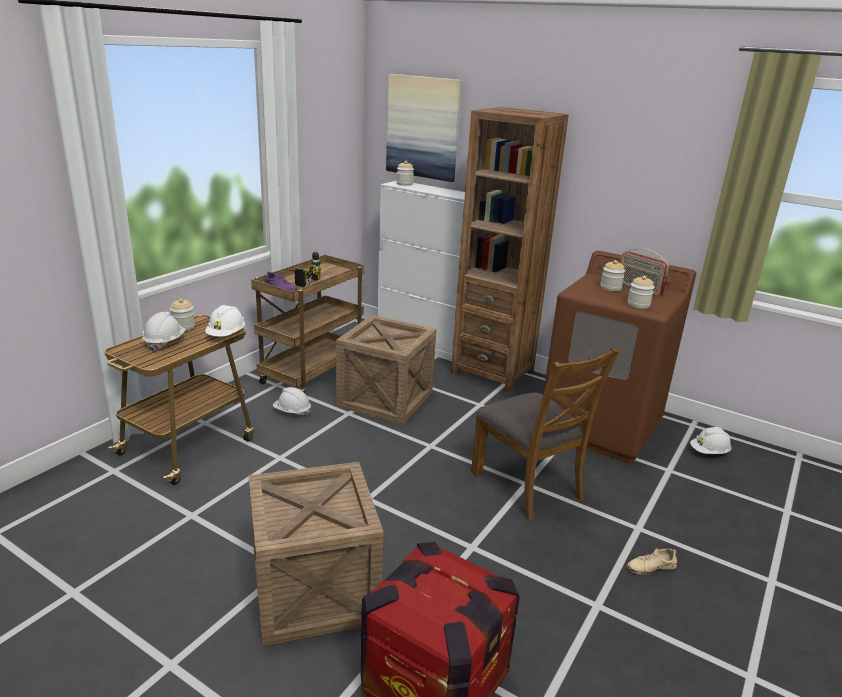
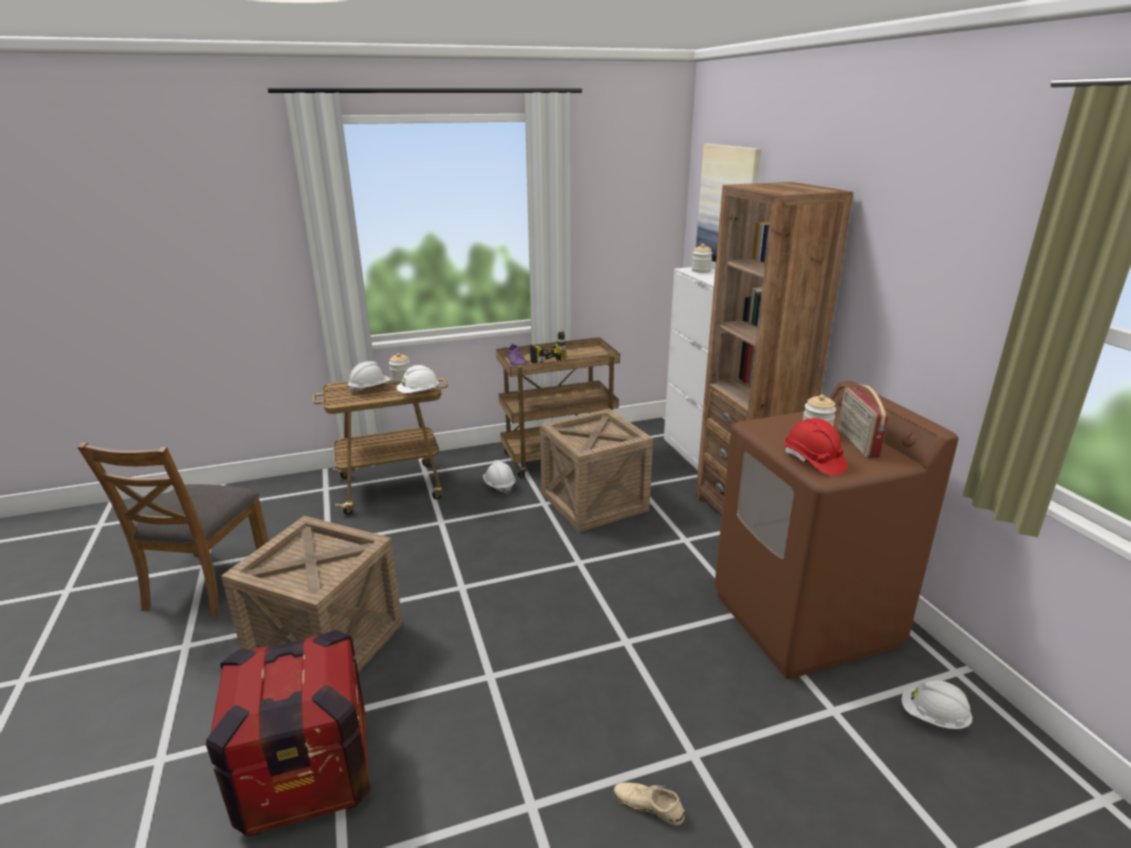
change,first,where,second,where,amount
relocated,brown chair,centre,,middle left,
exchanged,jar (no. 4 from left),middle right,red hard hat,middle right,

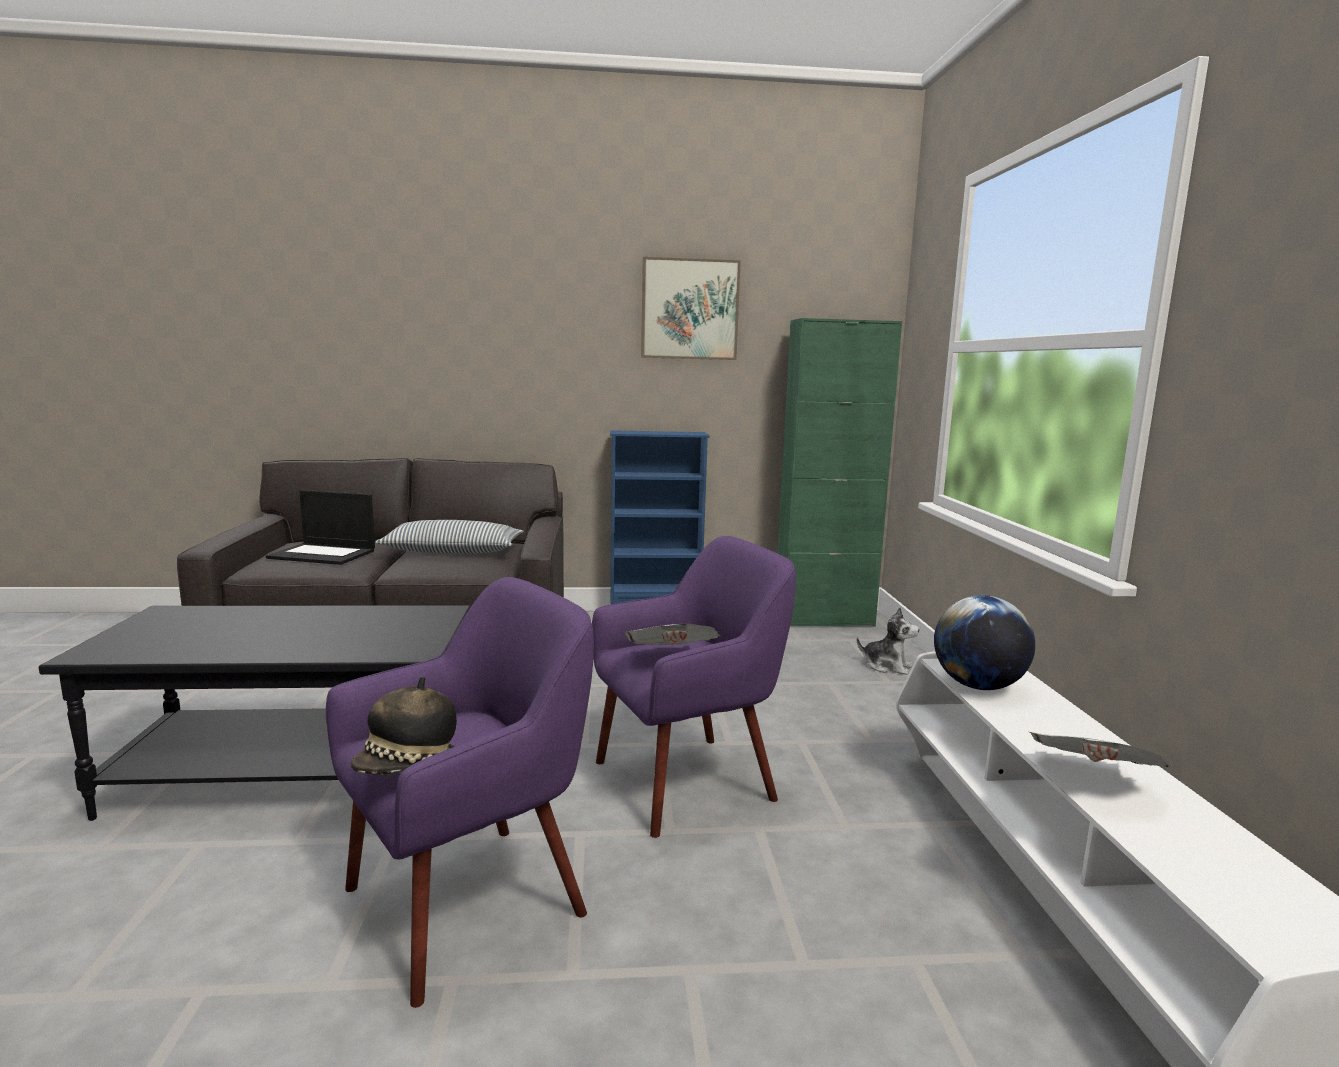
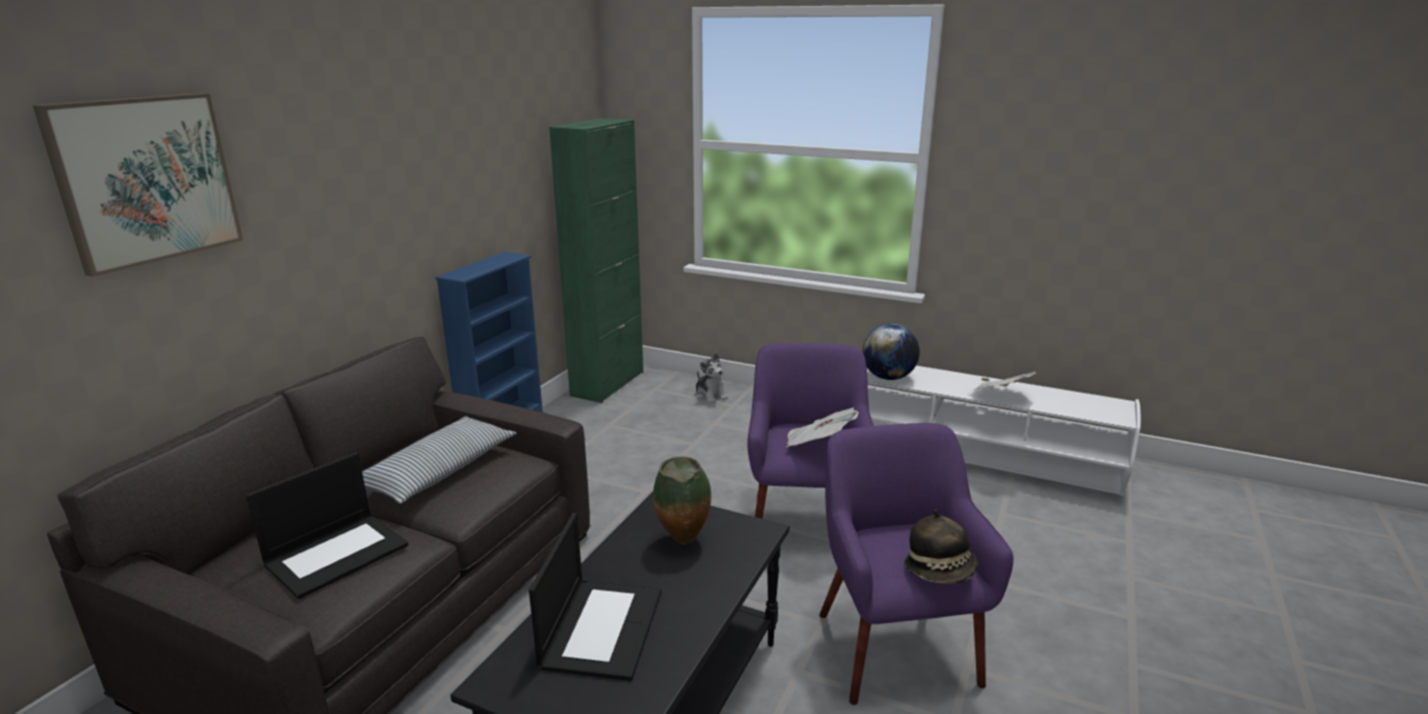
change,first,where,second,where,amount
relocated,picture,top centre,,top left,
appeared,,,laptop (no. 2 from left),bottom centre,
appeared,,,vase,bottom centre,
spun,plush toy,centre,,centre,90 degrees clockwise

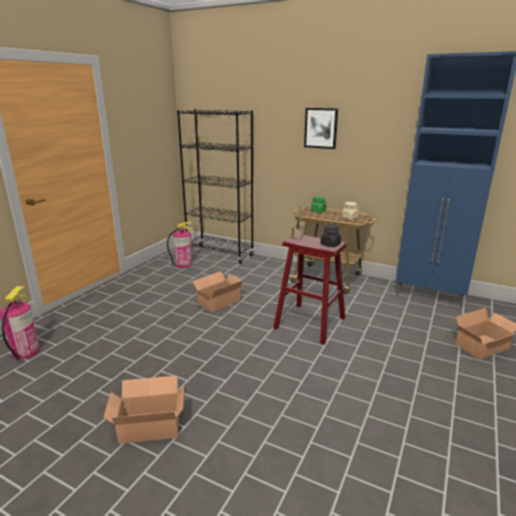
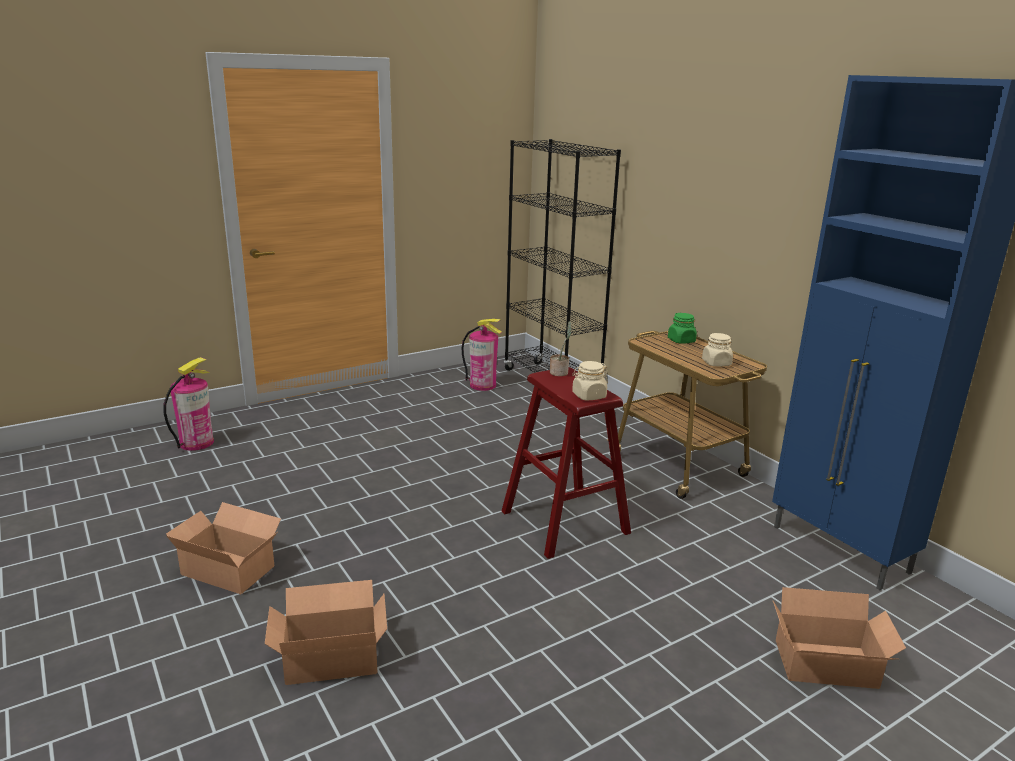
change,first,where,second,where,amount
relocated,cardboard box (no. 2 from left),centre,,bottom left,
colour,black jar,centre,beige jar (no. 1 from left),centre,
missing,picture,top centre,,,

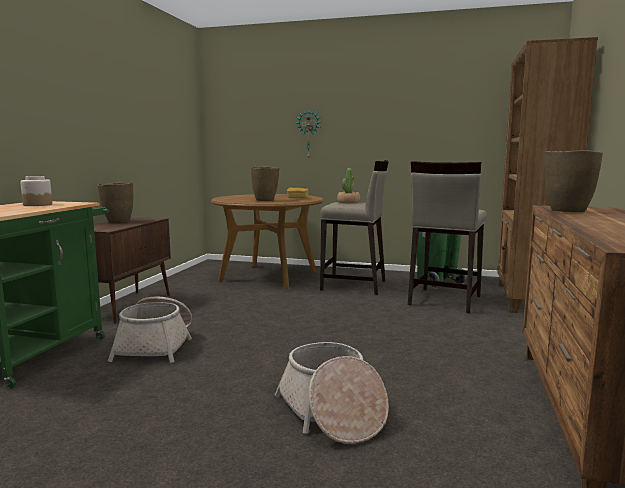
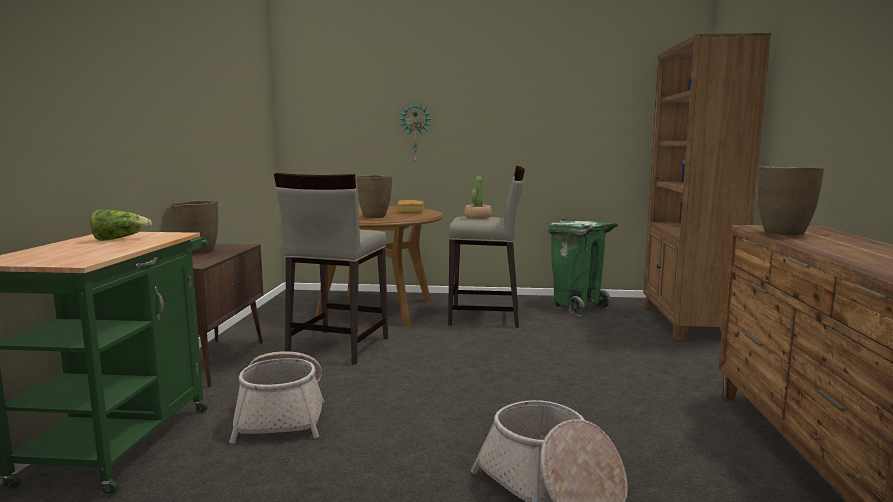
change,first,where,second,where,amount
exchanged,jar,middle left,lettuce,middle left,
relocated,beige stool (no. 2 from left in the first image),middle right,beige stool (no. 1 from left),centre,

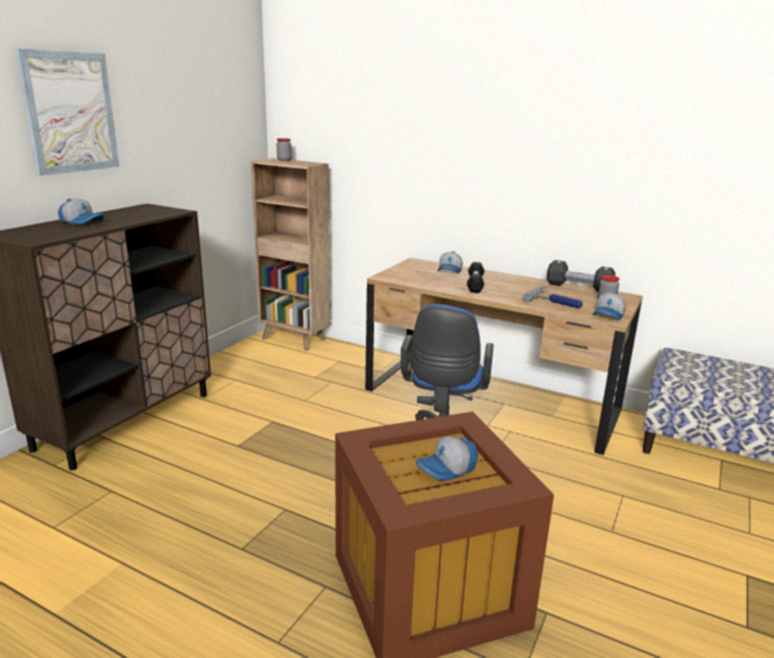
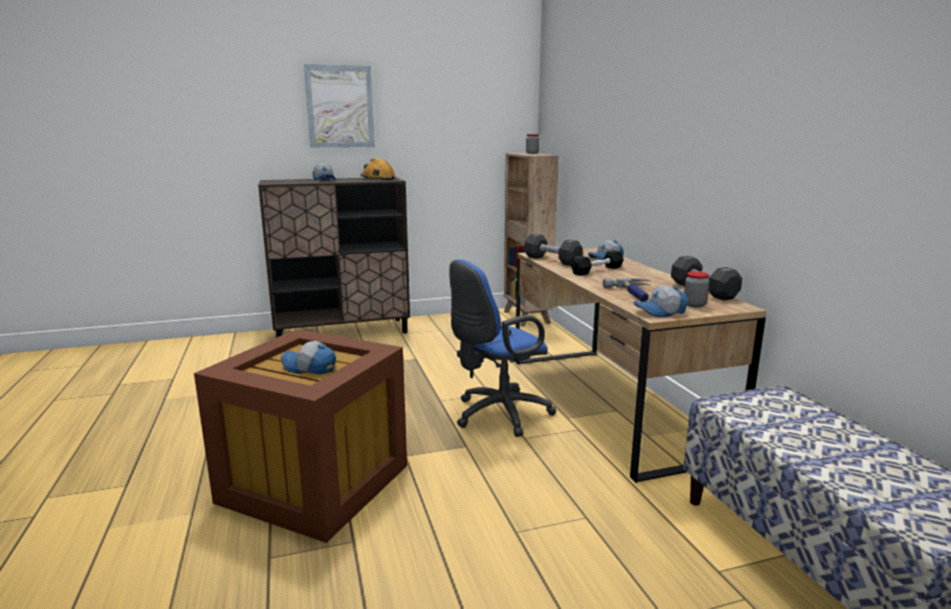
change,first,where,second,where,amount
appeared,,,orange hard hat,top centre,
appeared,,,black dumbbell (no. 1 from left),centre,

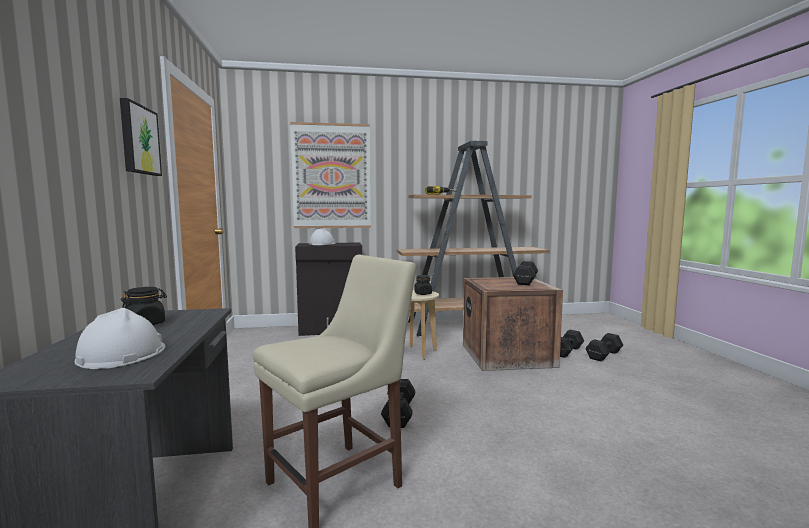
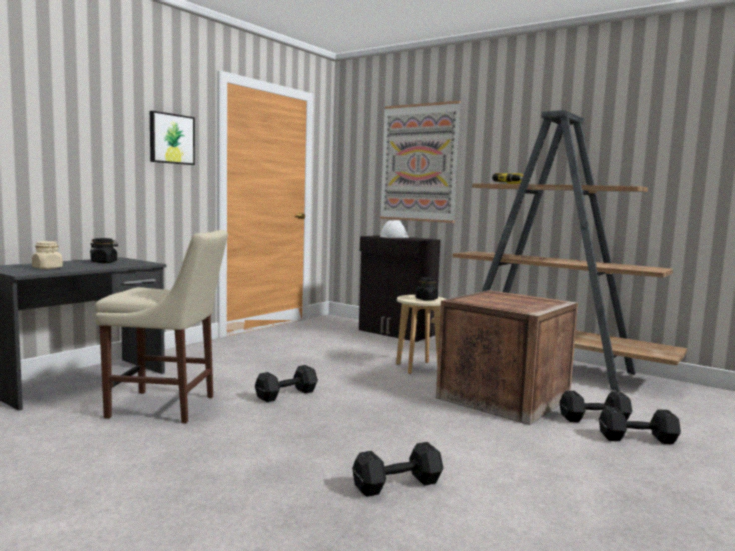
change,first,where,second,where,amount
exchanged,white hard hat (no. 1 from left),middle left,beige jar,middle left,
relocated,black dumbbell (no. 2 from left),centre,,bottom centre,

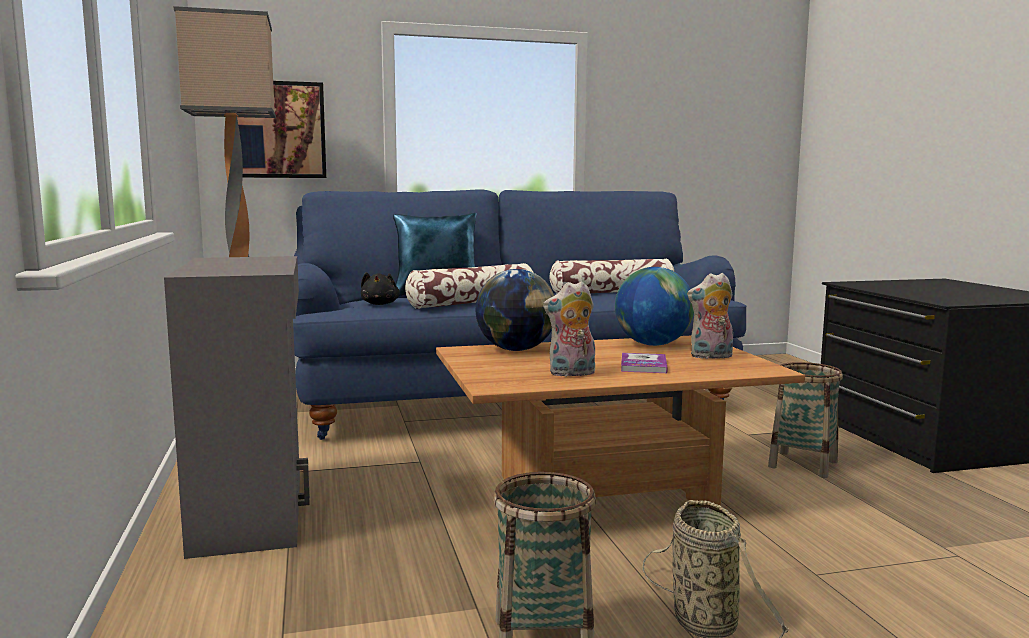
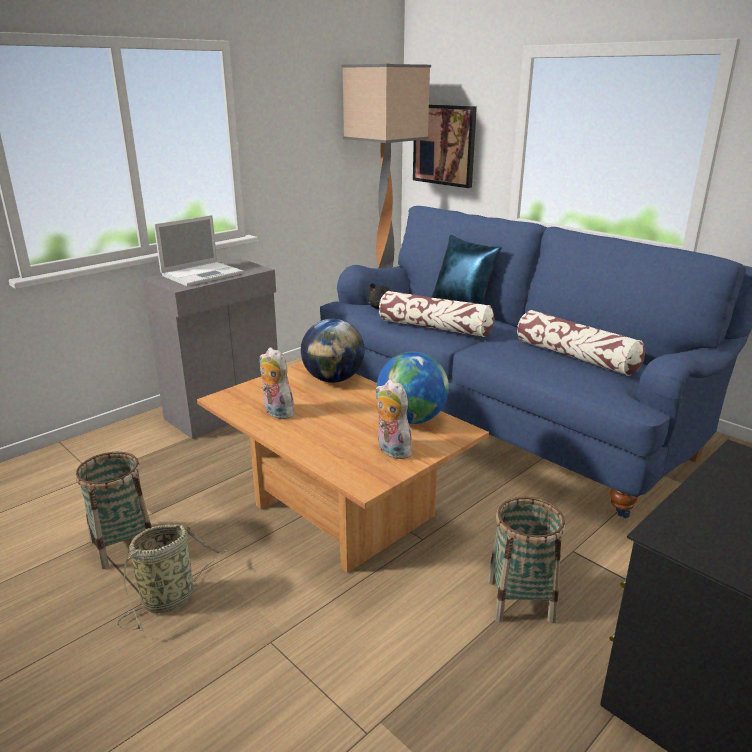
change,first,where,second,where,amount
appeared,,,laptop,top left,
missing,book,centre,,,

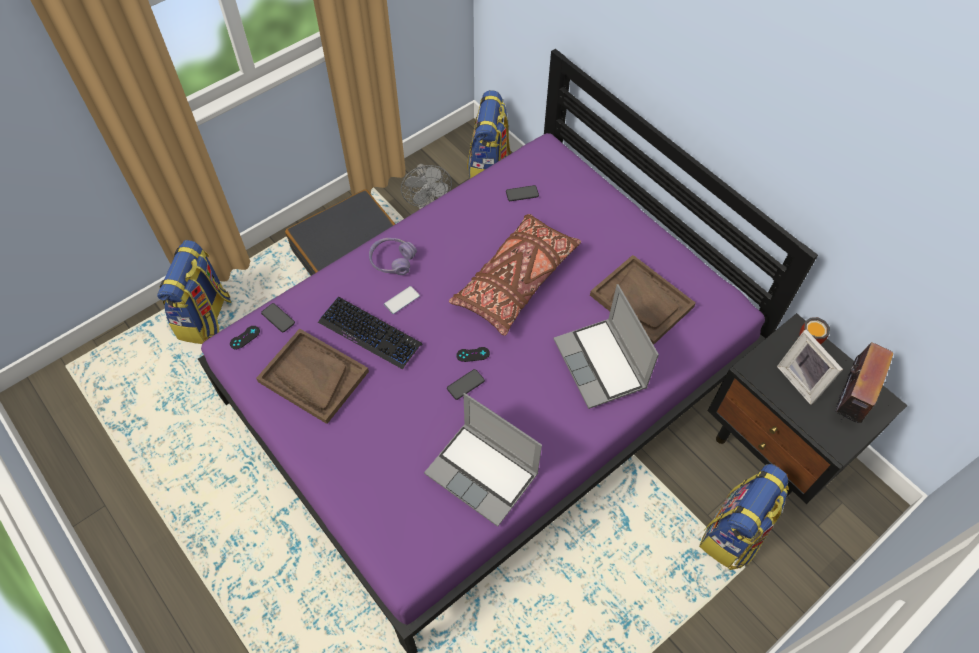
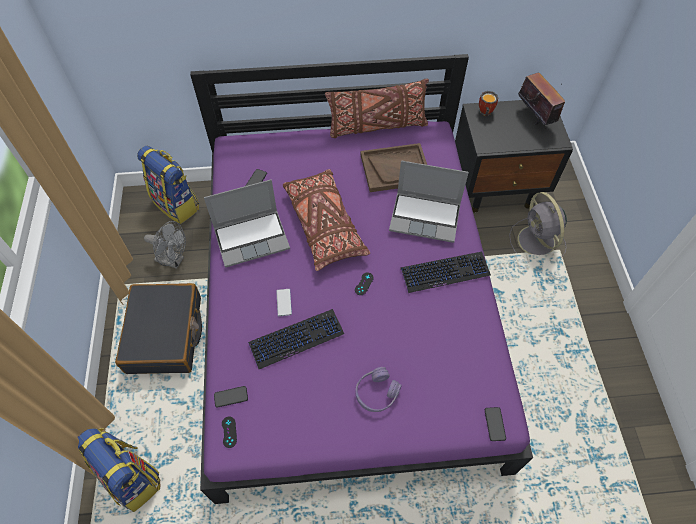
change,first,where,second,where,amount
relocated,laptop (no. 1 from left),bottom centre,,centre,
appeared,,,brown pillow (no. 2 from left),top centre,
relocated,purple headphones,centre,,bottom centre,
appeared,,,keyboard (no. 2 from left),centre,
relocated,phone (no. 3 from left in the first image),centre,phone (no. 4 from left),bottom right,
exchanged,backpack (no. 3 from left),bottom right,grey fan (no. 2 from left),middle right,
missing,brown tray (no. 1 from left),middle left,,,
missing,picture frame,middle right,,,

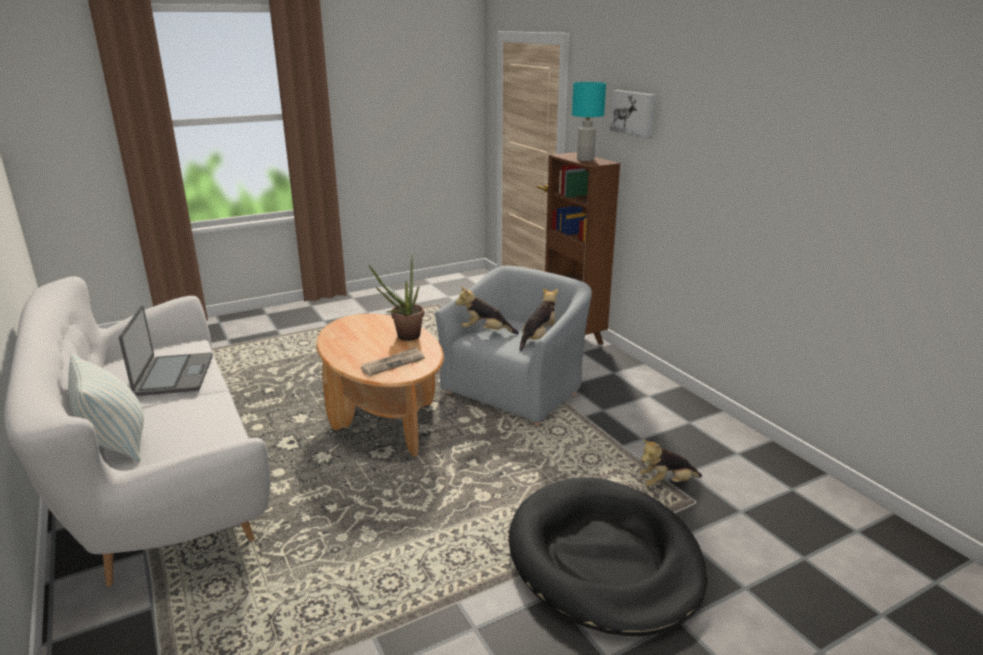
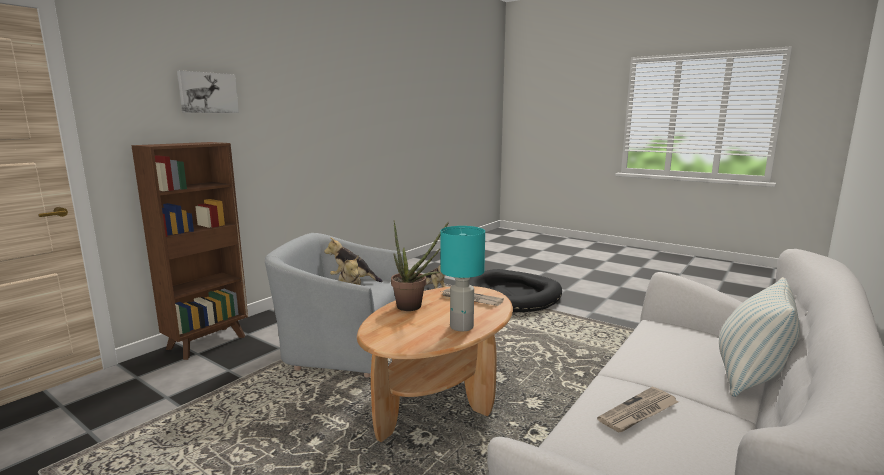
change,first,where,second,where,amount
relocated,turquoise table lamp,top centre,,centre,
exchanged,laptop,middle left,newspaper (no. 2 from left),bottom right,

